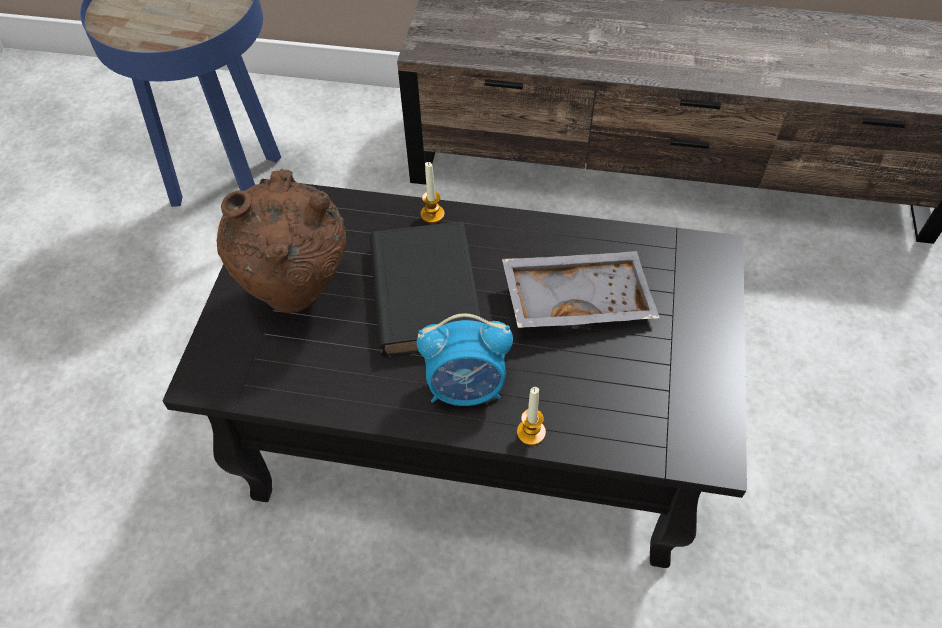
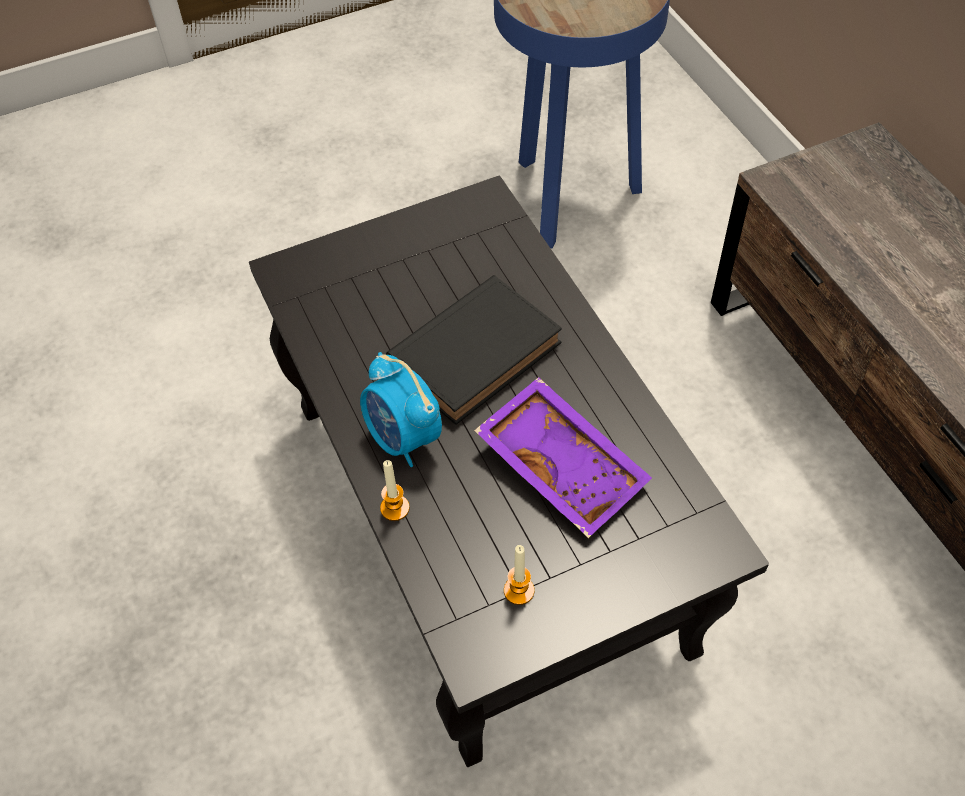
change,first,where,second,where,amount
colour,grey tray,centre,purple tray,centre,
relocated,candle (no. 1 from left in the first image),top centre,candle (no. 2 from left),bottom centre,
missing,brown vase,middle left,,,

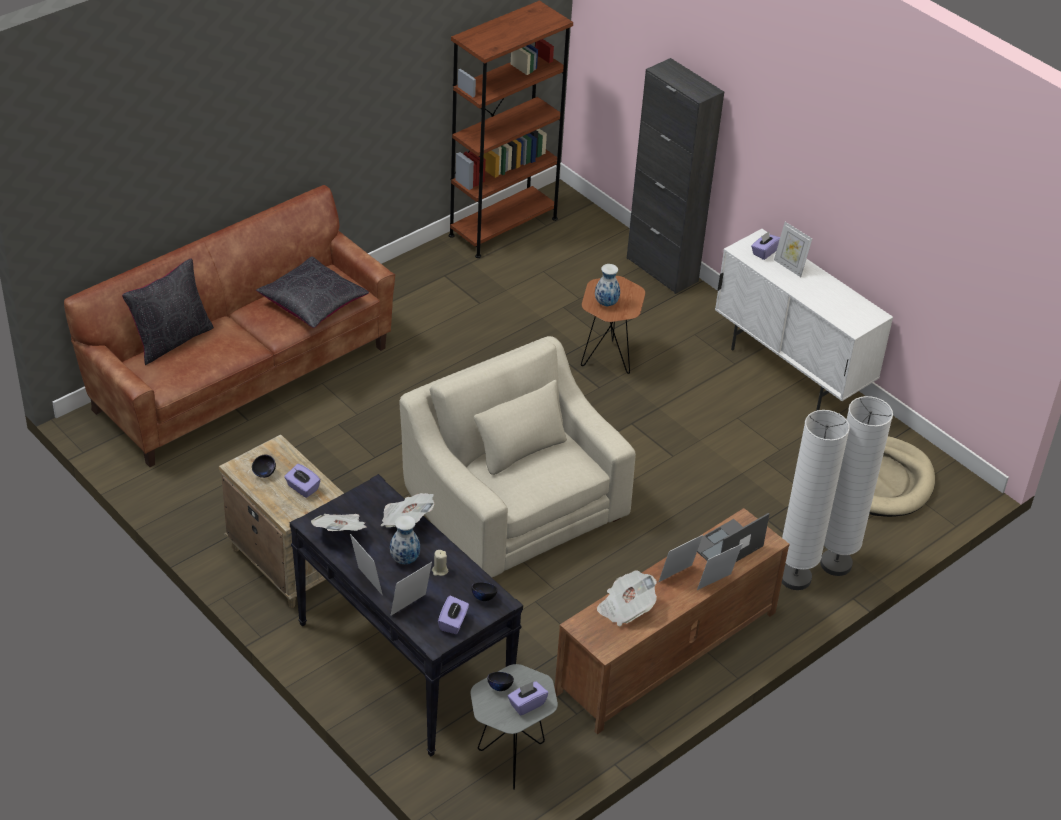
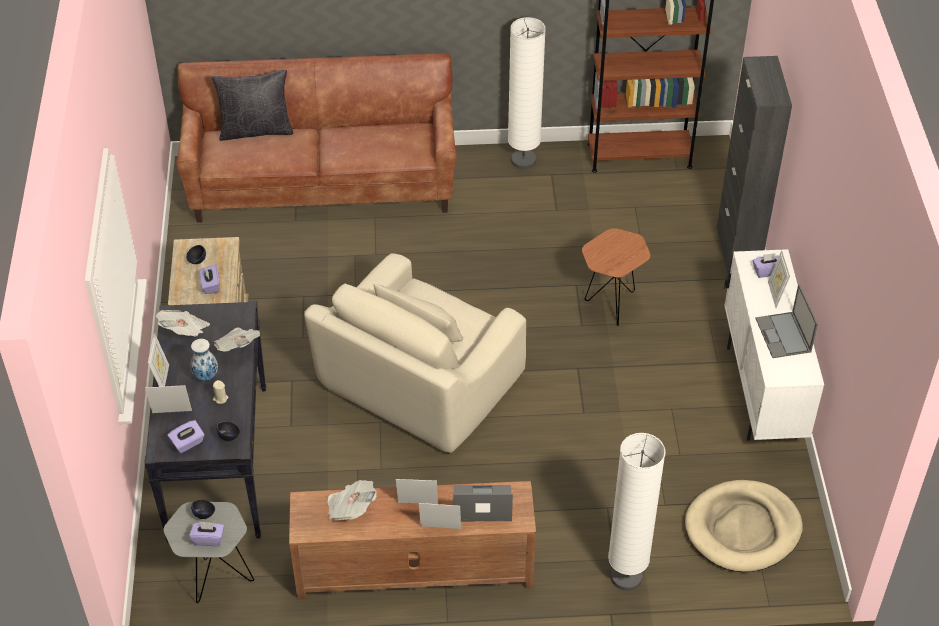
change,first,where,second,where,amount
spun,beige armchair,centre,,centre,150 degrees counterclockwise
relocated,white floor lamp (no. 1 from left),middle right,,top centre,
appeared,,,laptop (no. 2 from left),middle right,
missing,black pillow (no. 2 from left),middle left,,,
missing,vase (no. 2 from left),centre,,,

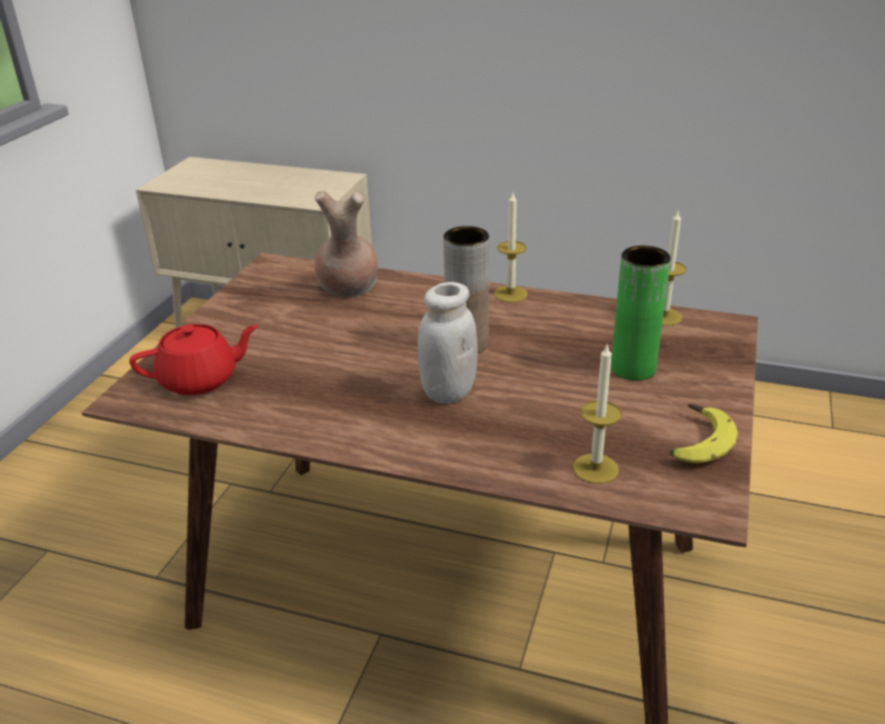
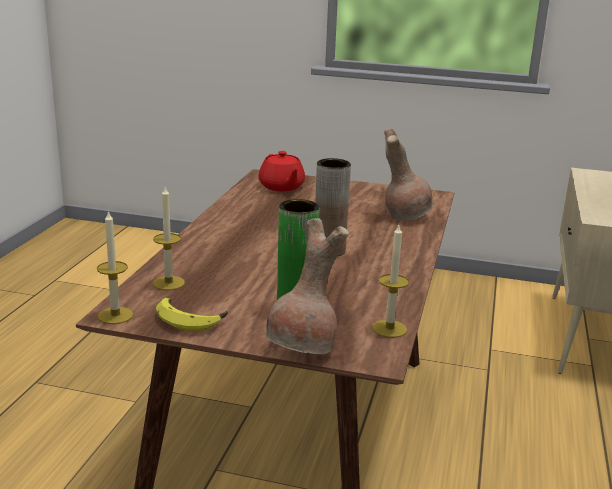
change,first,where,second,where,amount
relocated,candle (no. 1 from left),centre,,middle left,
appeared,,,brown vase (no. 1 from left),centre,
missing,white jar,centre,,,

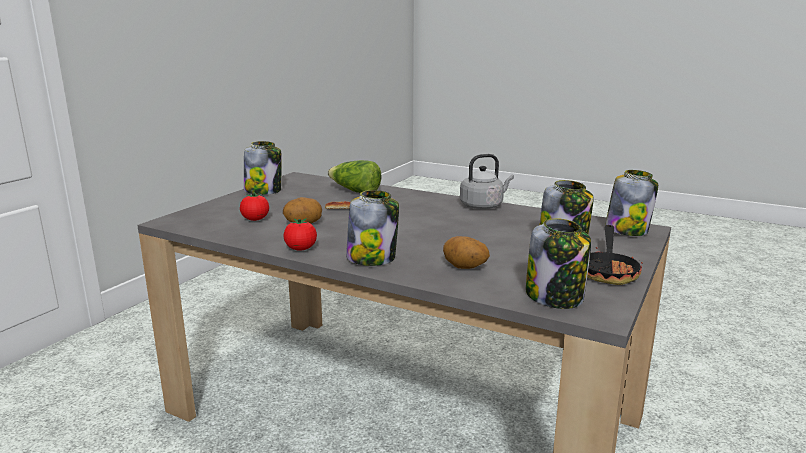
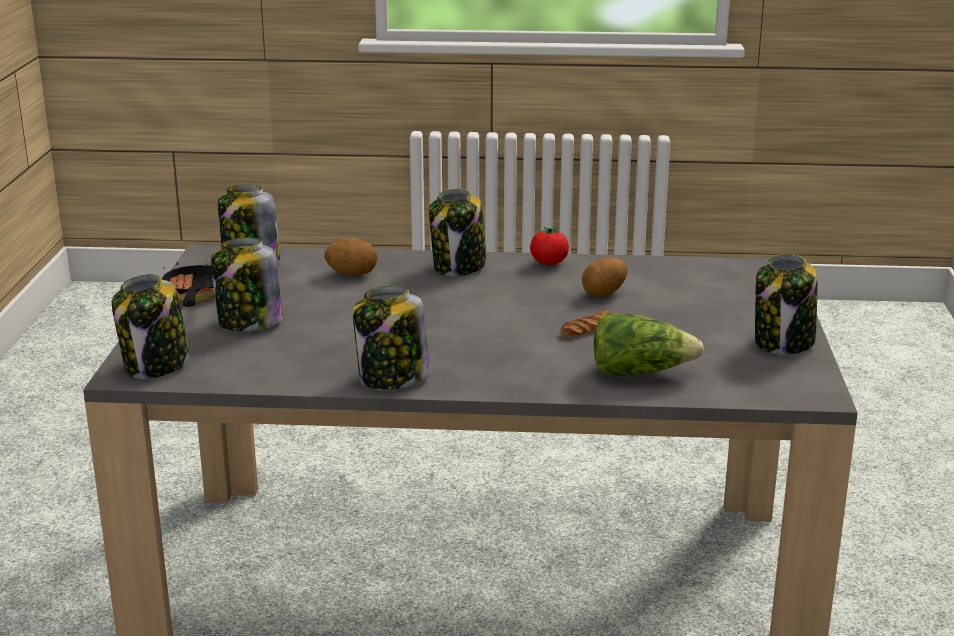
change,first,where,second,where,amount
exchanged,grey kettle,centre,jar (no. 4 from left),centre,
missing,tomato (no. 1 from left),middle left,,,

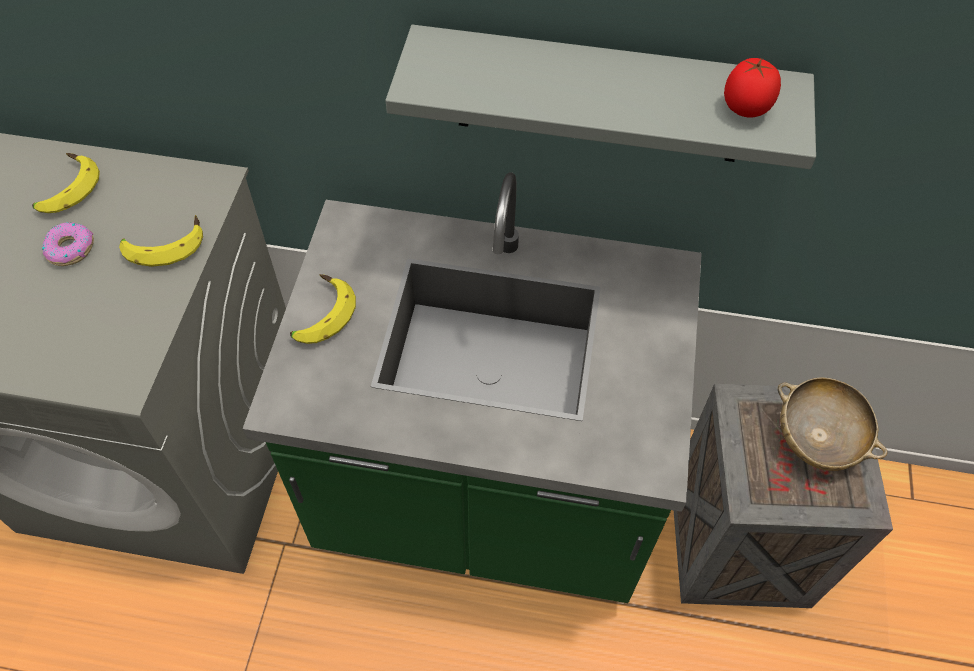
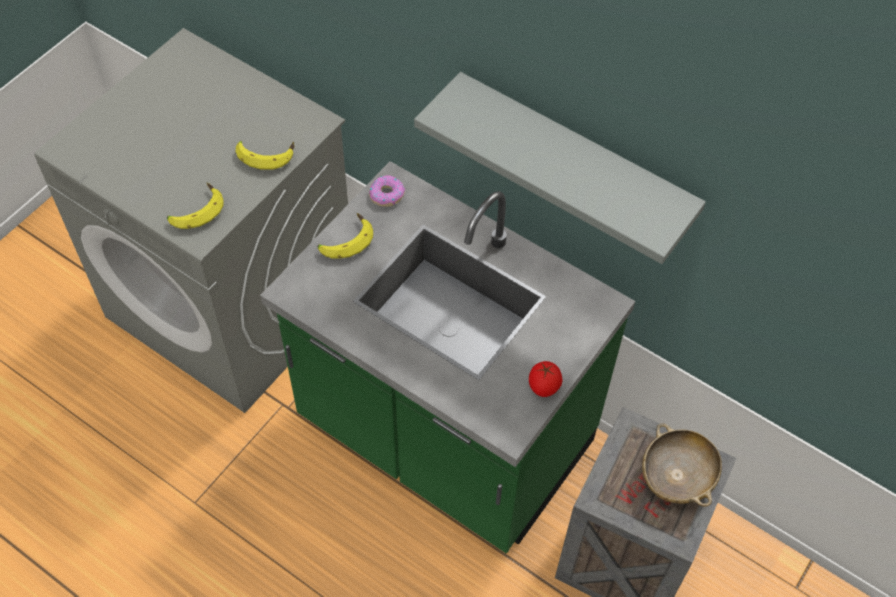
change,first,where,second,where,amount
relocated,banana (no. 1 from left),top left,,middle left,
relocated,donut,middle left,,top centre,
relocated,tomato,top right,,centre,

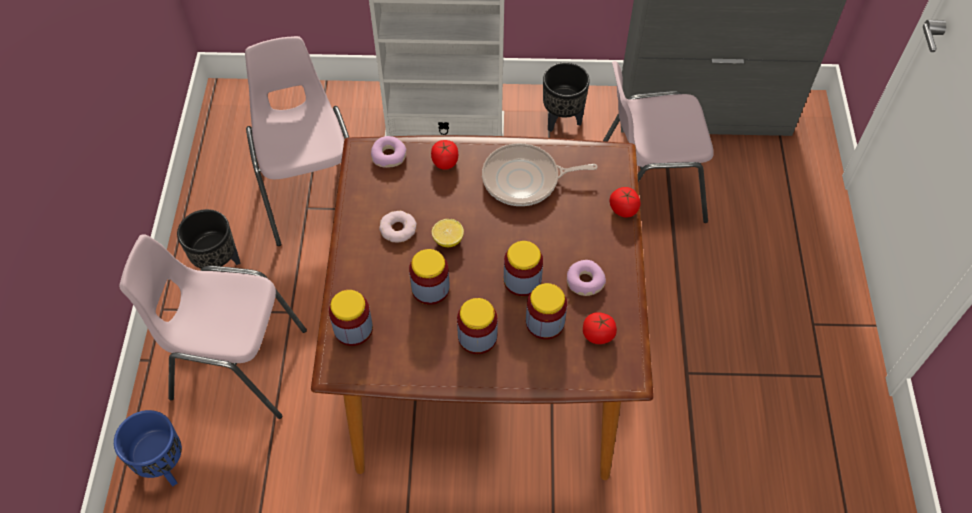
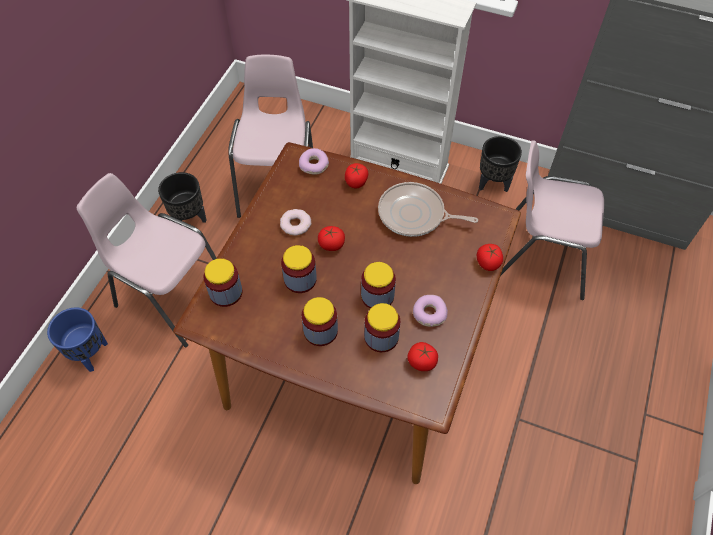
change,first,where,second,where,amount
exchanged,lemon,centre,tomato (no. 1 from left),centre,

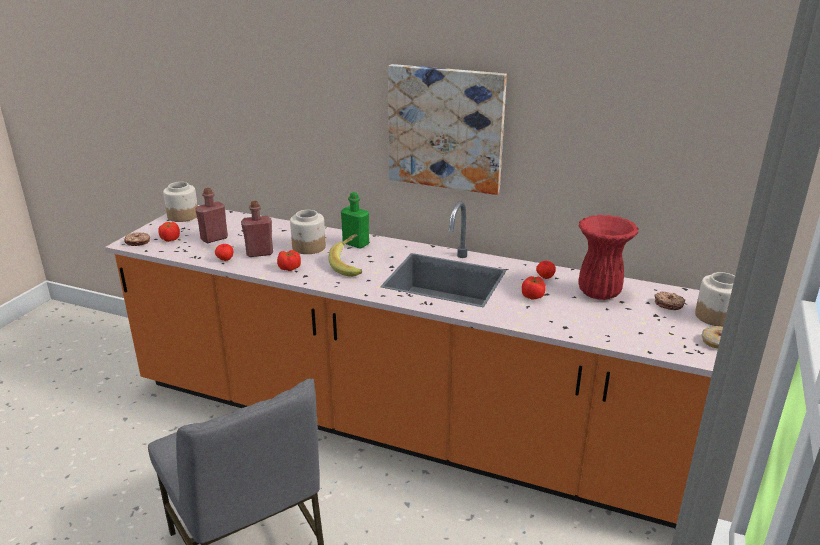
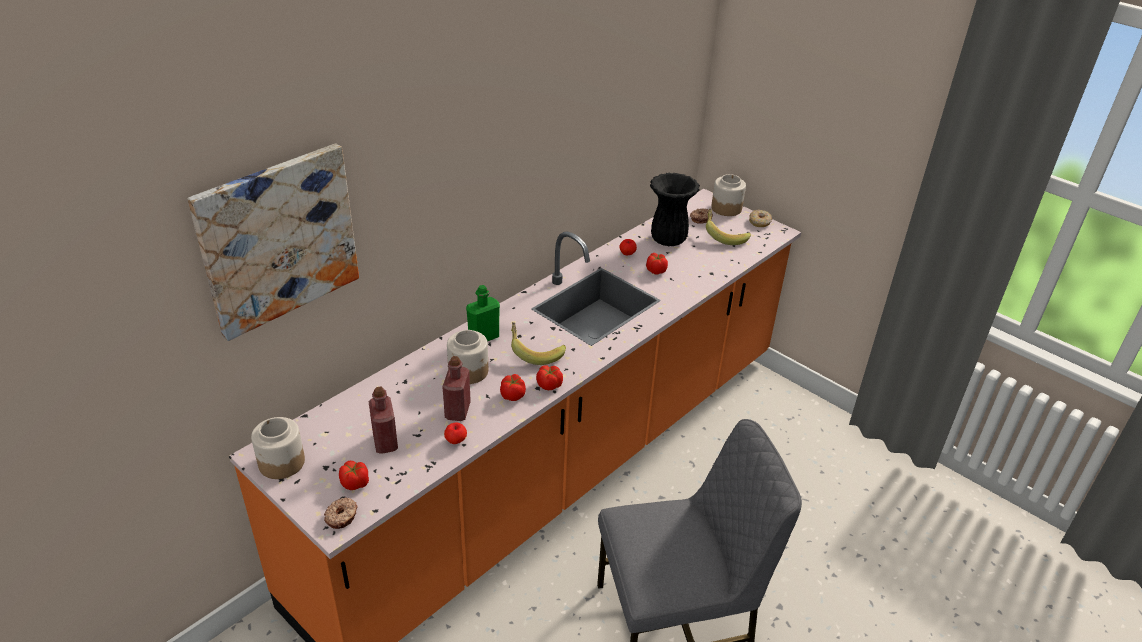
change,first,where,second,where,amount
relocated,picture,top centre,,middle left,
appeared,,,tomato (no. 3 from left),centre,
colour,red vase,middle right,black vase,top centre,
appeared,,,banana (no. 2 from left),centre,

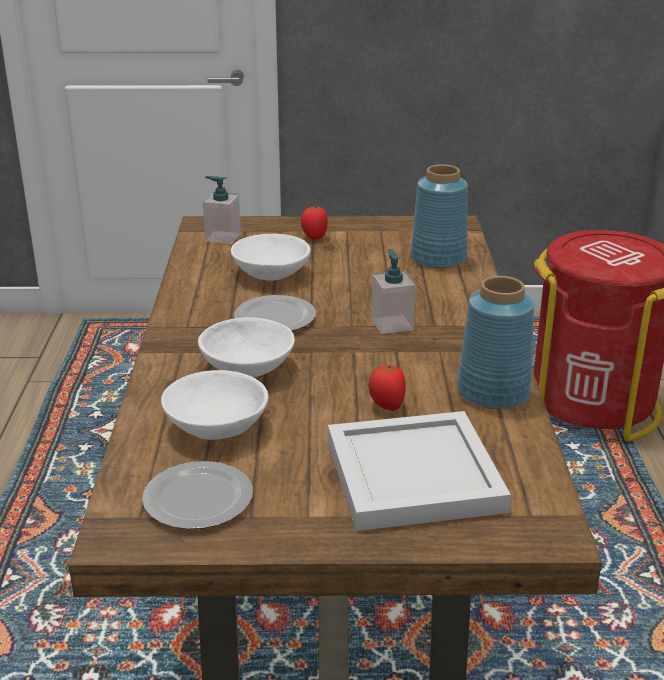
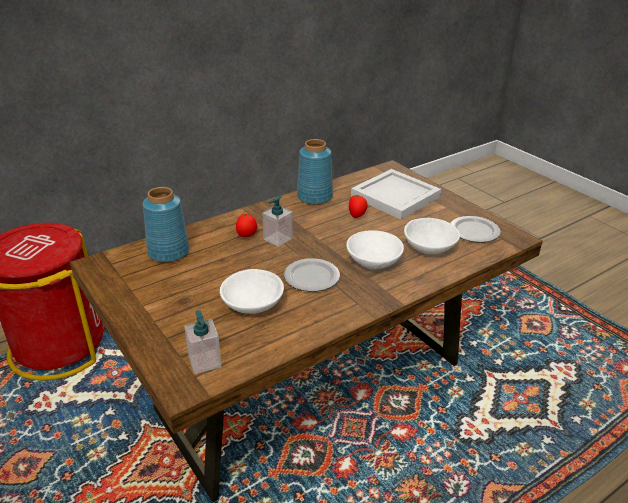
change,first,where,second,where,amount
relocated,tomato (no. 1 from left),top centre,,centre,

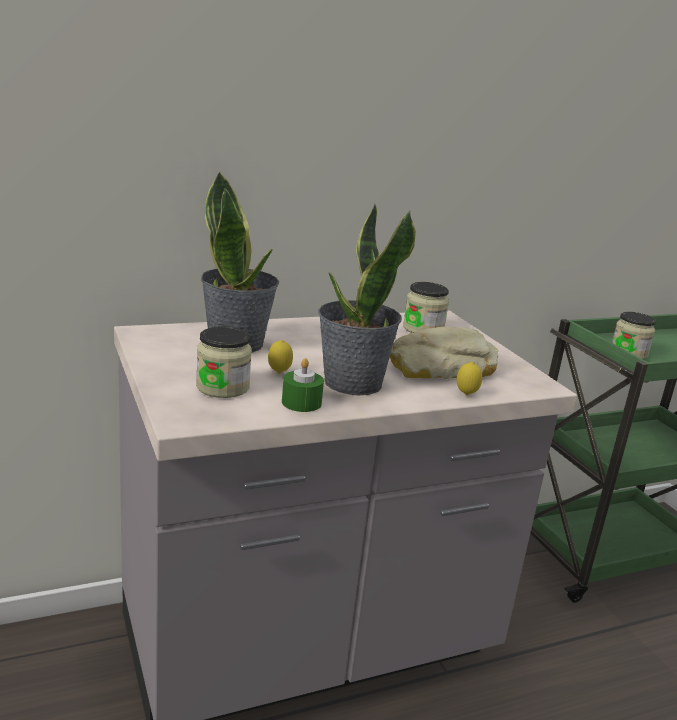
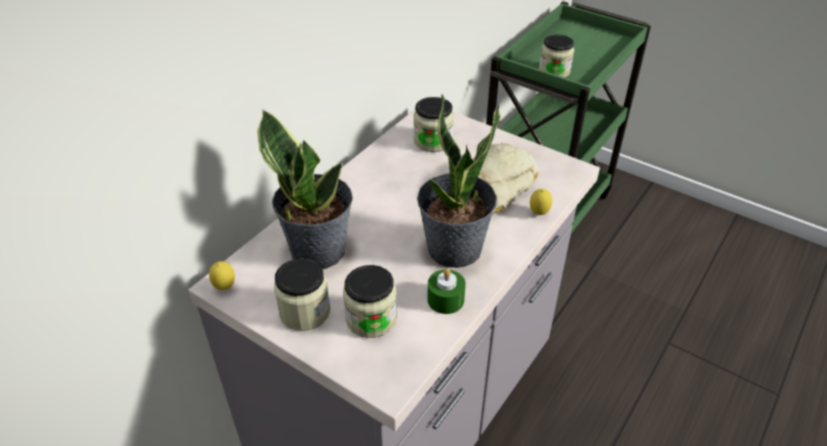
change,first,where,second,where,amount
relocated,lemon (no. 1 from left),centre,,middle left,
appeared,,,jar (no. 1 from left),centre,

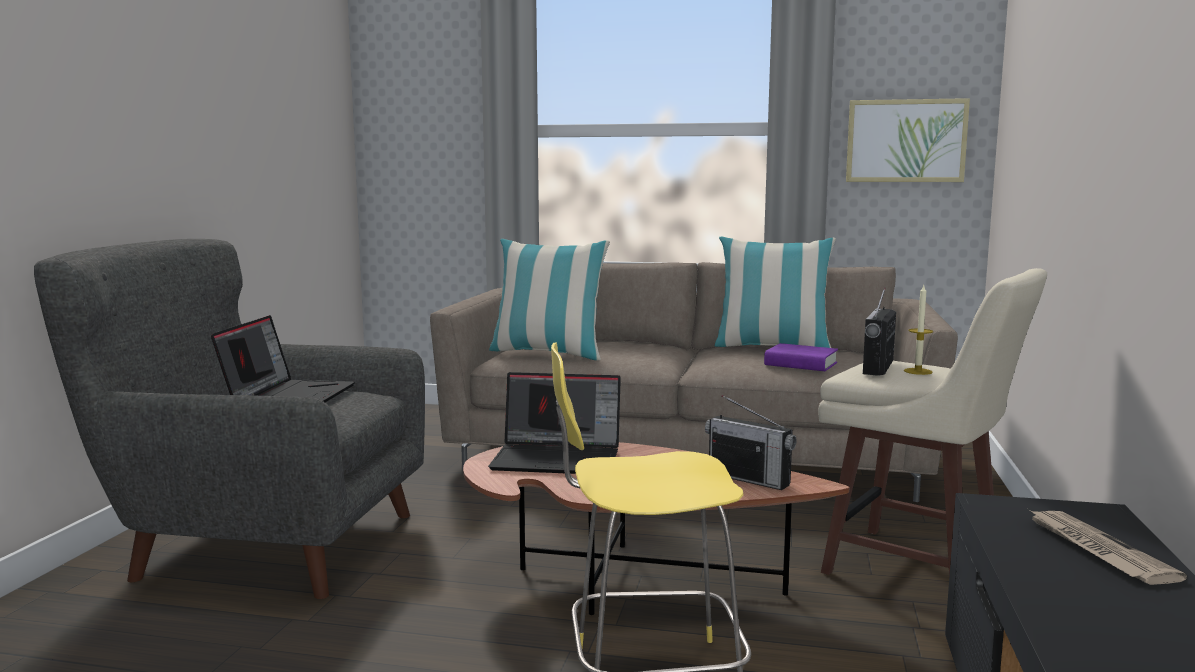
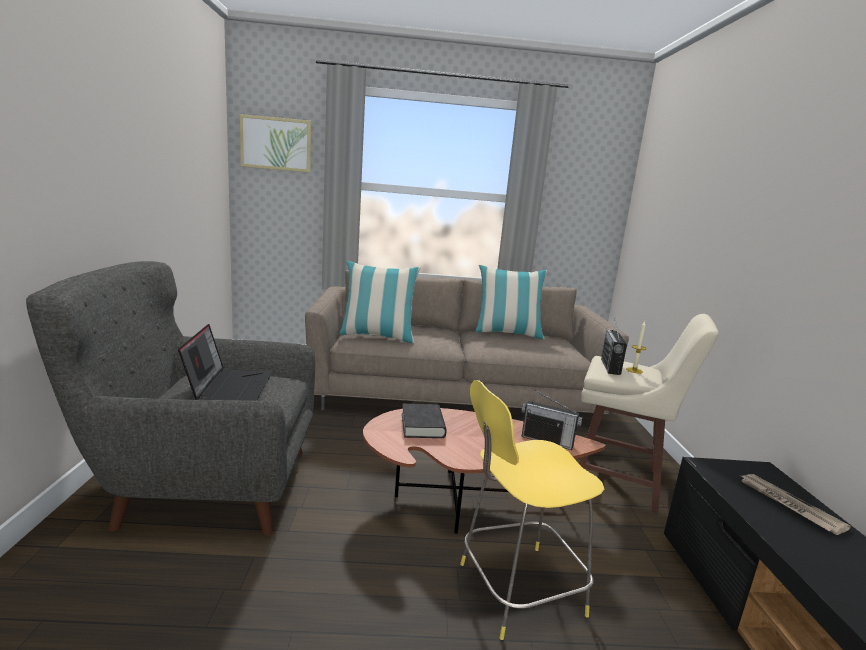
change,first,where,second,where,amount
relocated,picture,top right,,top left,
exchanged,laptop (no. 2 from left),centre,black book,centre,
missing,purple book,middle right,,,

